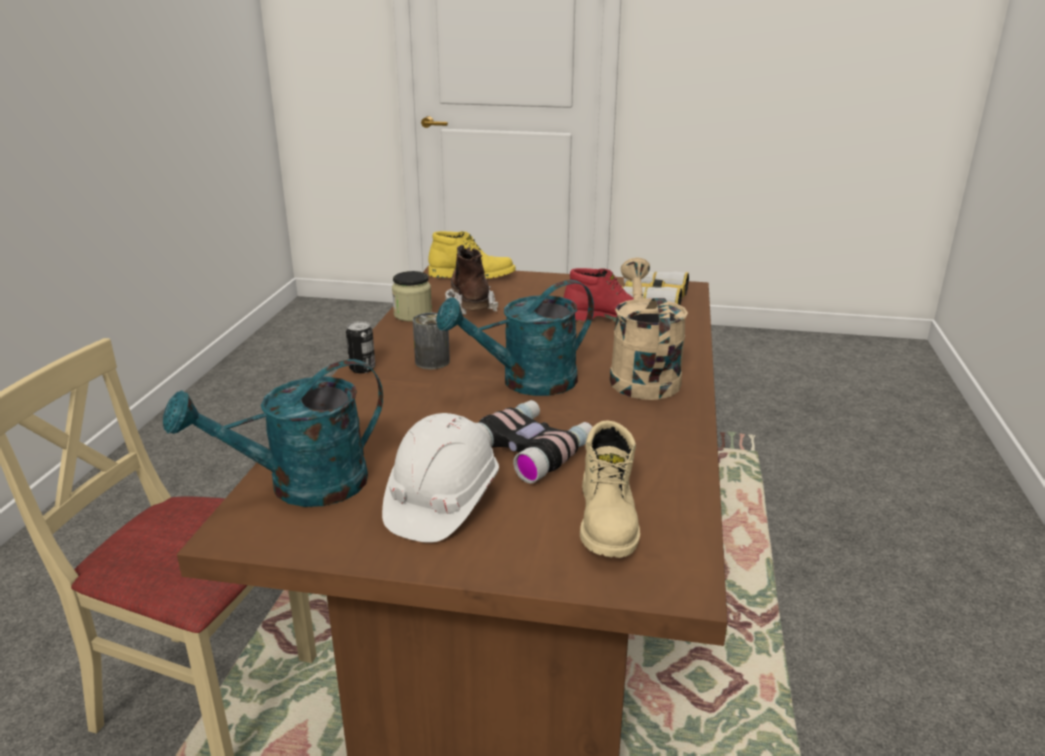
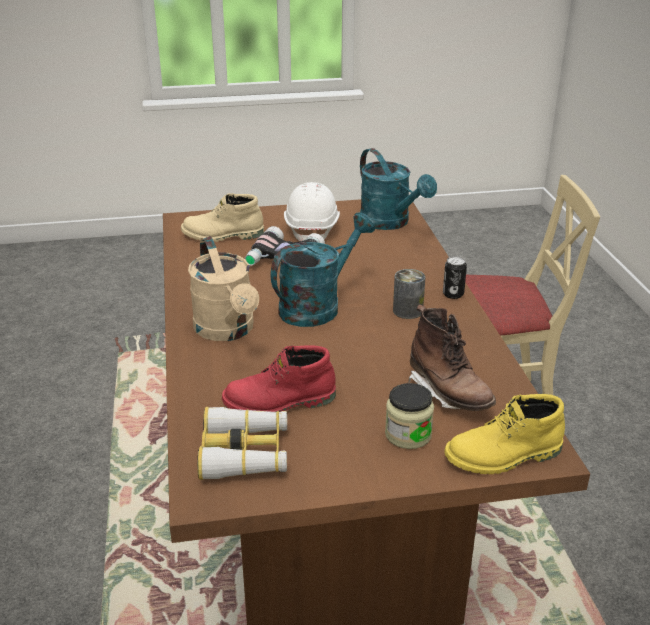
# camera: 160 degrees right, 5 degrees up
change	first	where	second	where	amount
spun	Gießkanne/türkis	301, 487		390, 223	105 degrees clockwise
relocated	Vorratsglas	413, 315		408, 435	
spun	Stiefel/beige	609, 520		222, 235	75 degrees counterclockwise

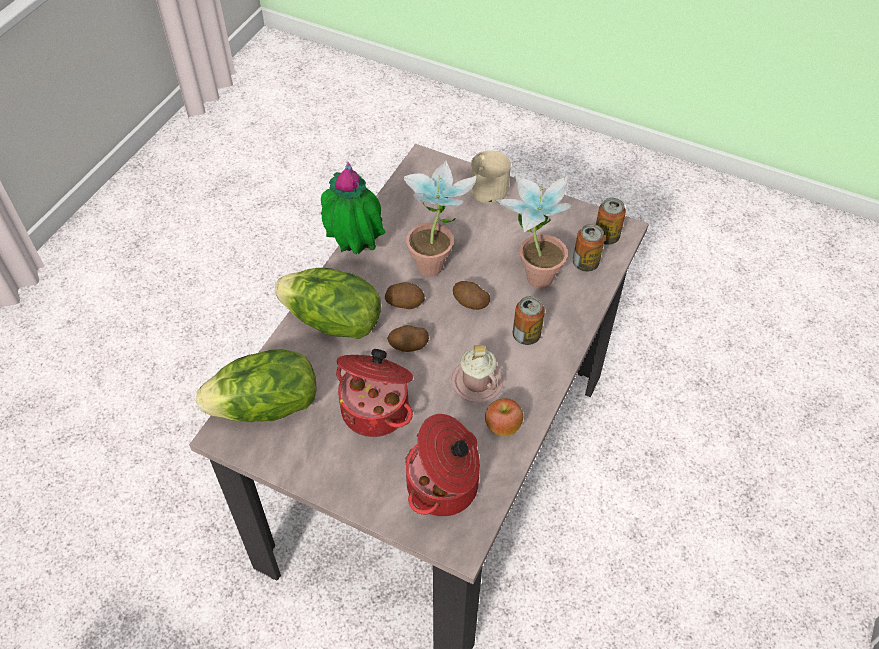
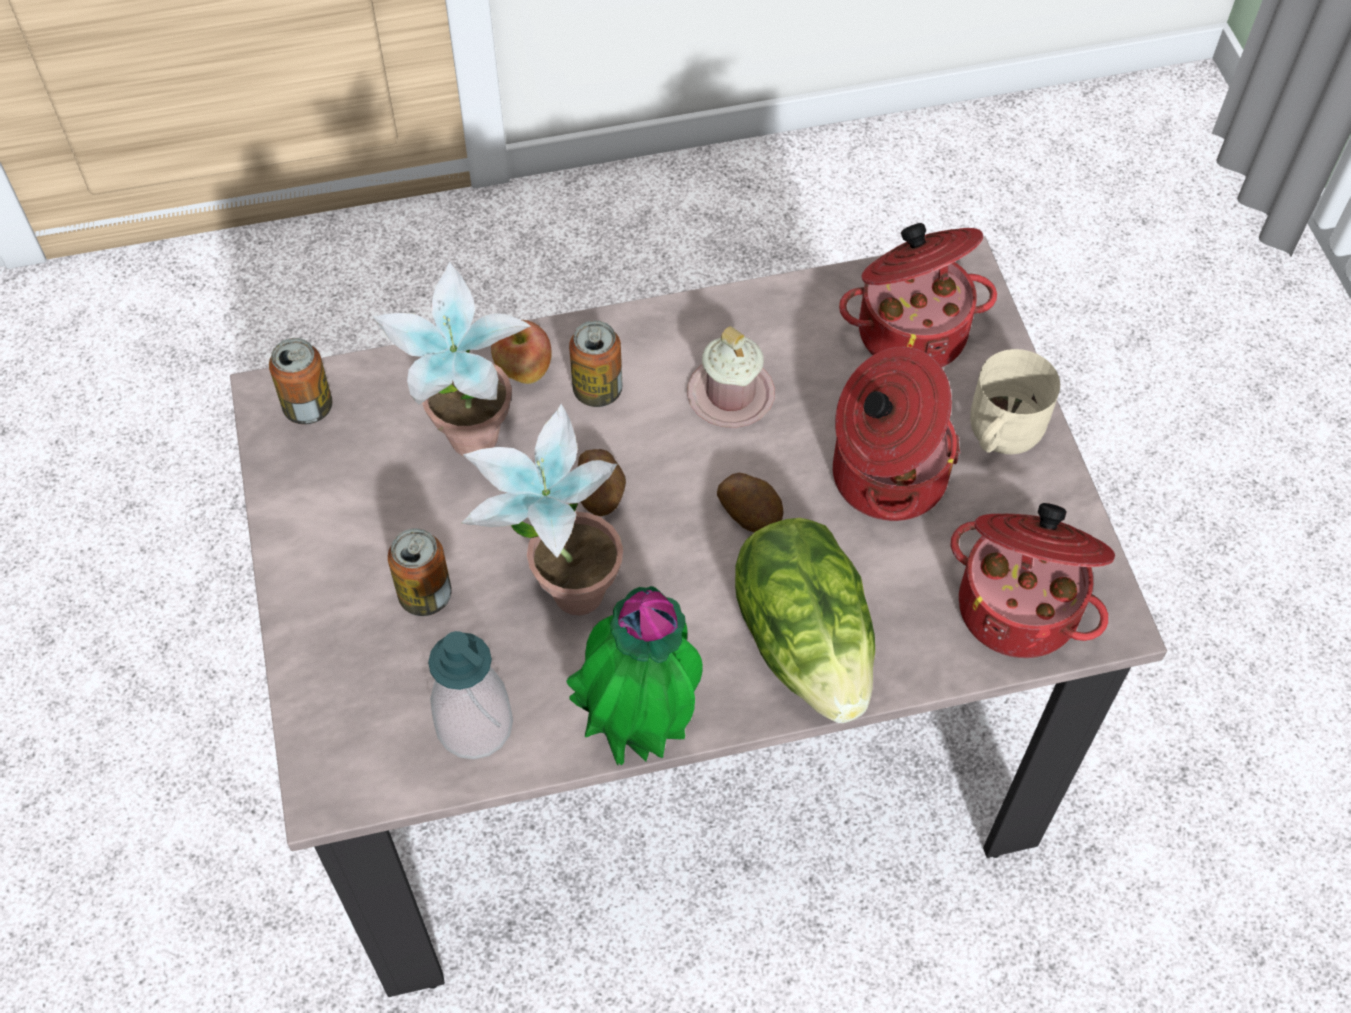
# camera: 130 degrees left, 5 degrees up
change	first	where	second	where	amount
exchanged	Salatkopf	266, 407	Kochtopf	1020, 605	
missing	Kartoffel	405, 302			
relocated	Henkelbecher/beige	487, 187		1000, 432	
relocated	Apfel	502, 427		523, 371	
relocated	Dose	585, 263		425, 595	
appeared			Seifenspender	474, 726	

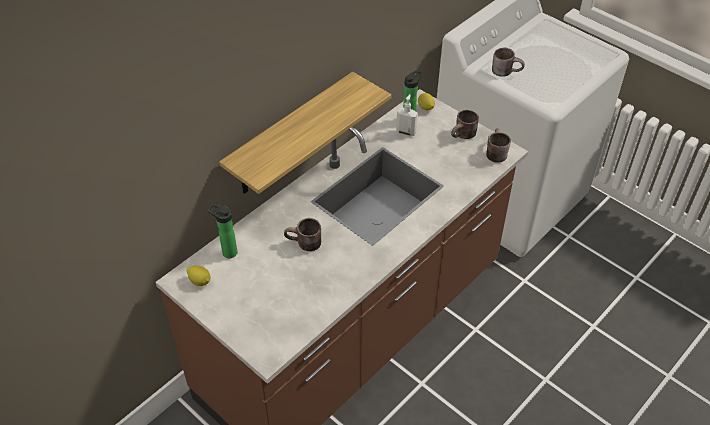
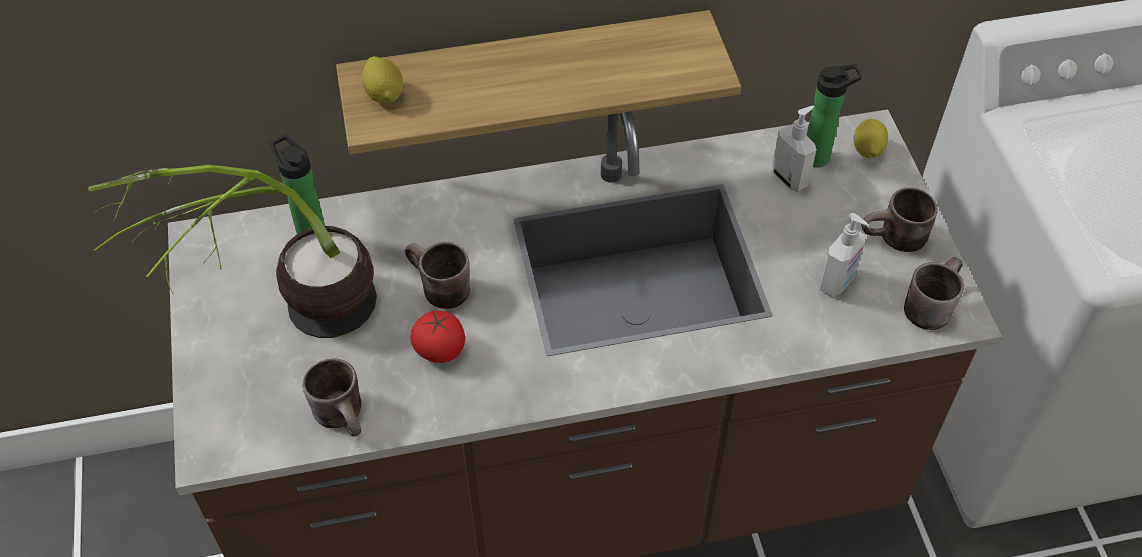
# camera: 35 degrees right, 5 degrees up
change	first	where	second	where	amount
relocated	Zitrone	200, 281		384, 94	
relocated	Henkelbecher/braun	506, 71		346, 415	
appeared			Topfpflanze	285, 331	
appeared			Tomate	440, 349	
appeared			Seifenspender	837, 283	

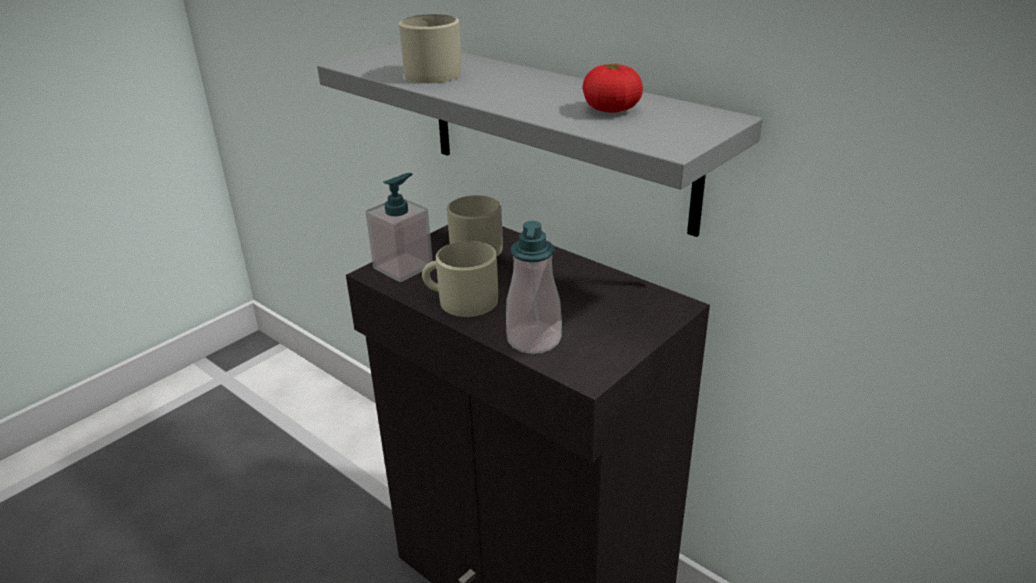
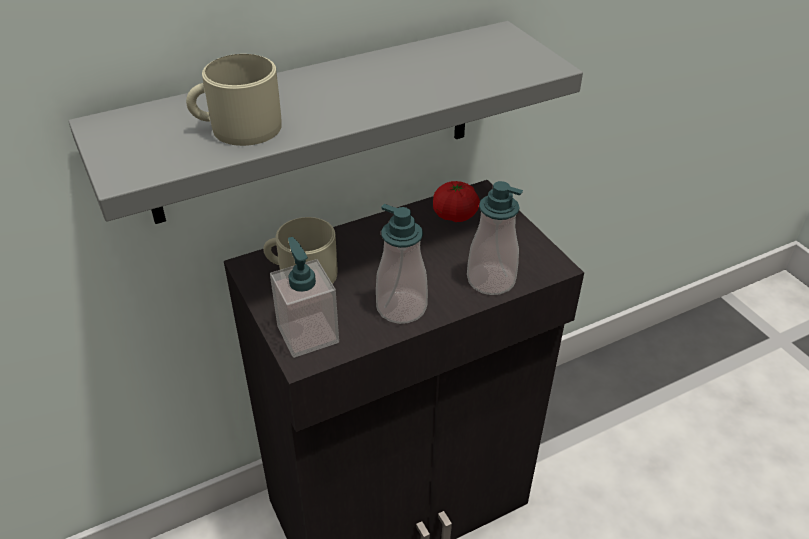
# camera: 70 degrees left, 10 degrees up
change	first	where	second	where	amount
exchanged	Henkelbecher/beige	461, 300	Seifenspender	401, 307	
relocated	Tomate	611, 109		455, 215	

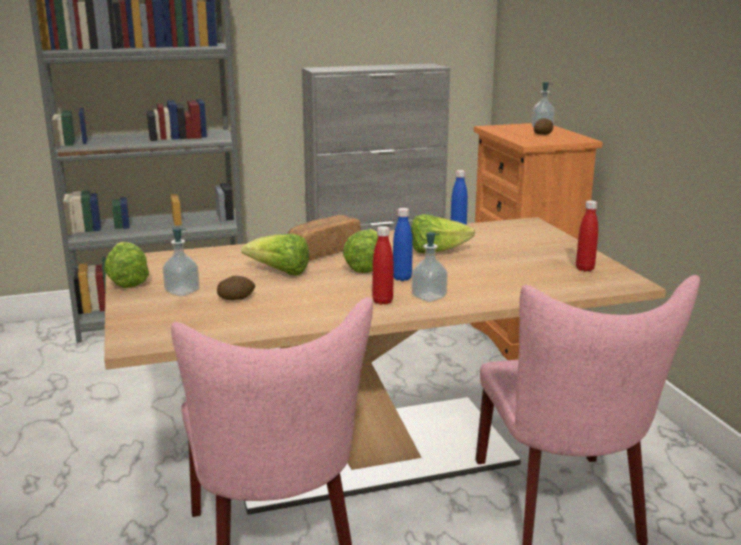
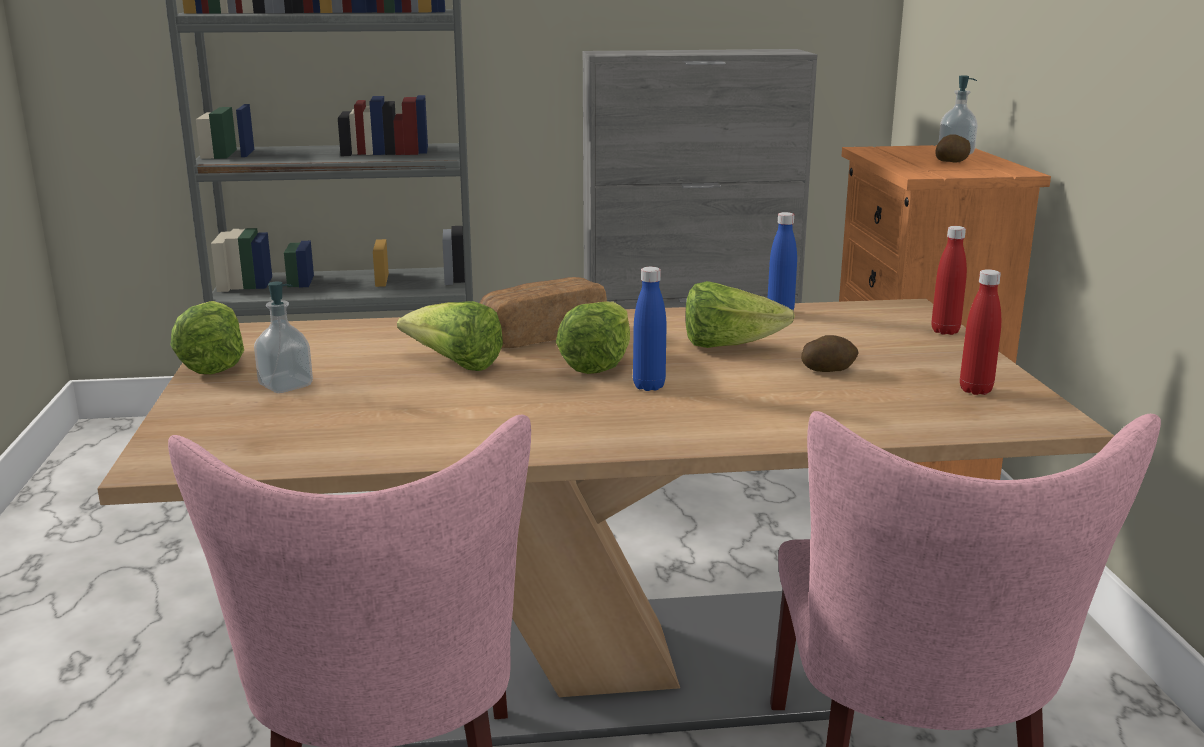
# camera: 10 degrees right, 0 degrees up
change	first	where	second	where	amount
relocated	Kartoffel	236, 298		828, 370	
relocated	Flasche/rot	382, 301		945, 331	
missing	Seifenspender	429, 297			

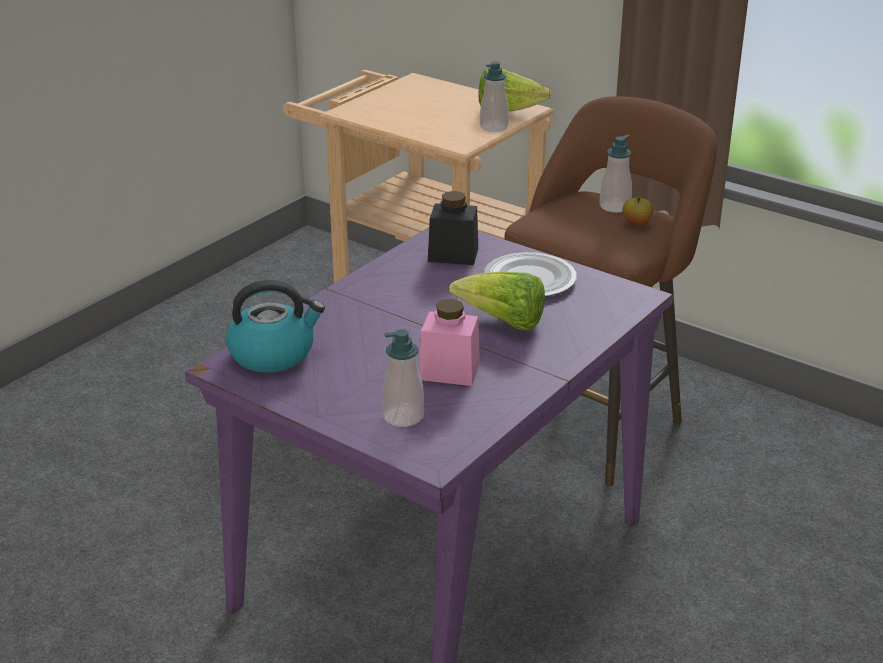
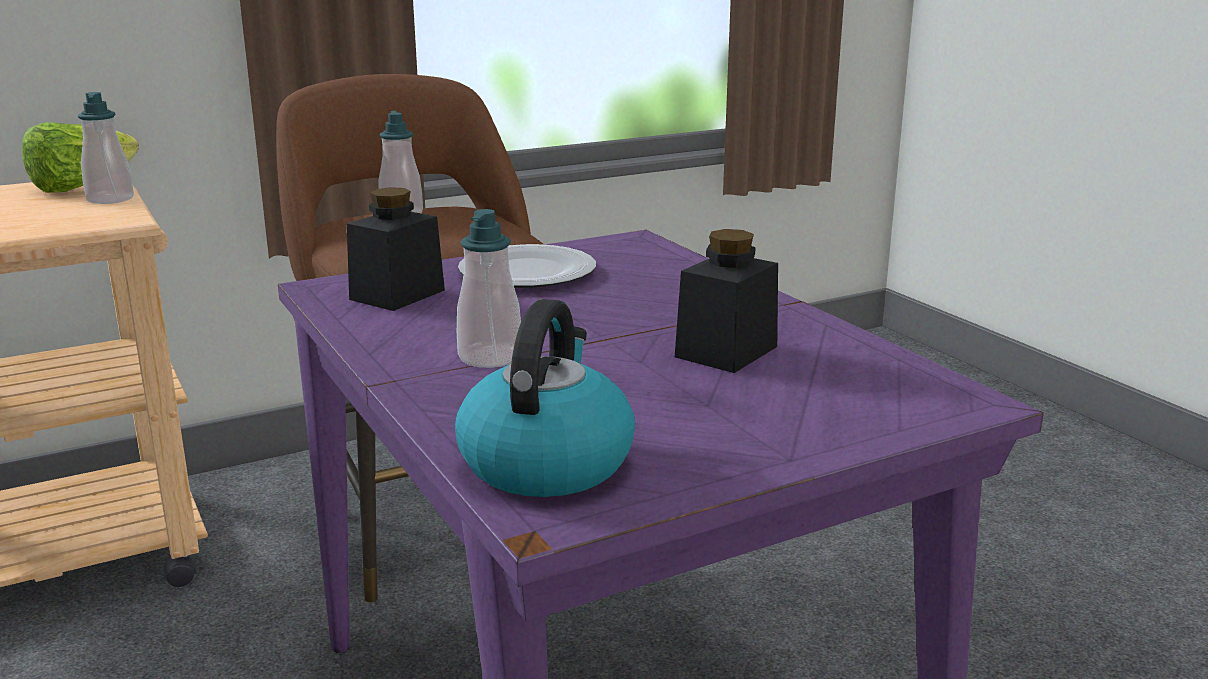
# camera: 65 degrees left, 10 degrees down
change	first	where	second	where	amount
relocated	Seifenspender	403, 416		490, 357	
colour	Vorratsglas/rosa	449, 371	Vorratsglas/schwarz	726, 352	
missing	Salatkopf	503, 322			
missing	Apfel	636, 223			

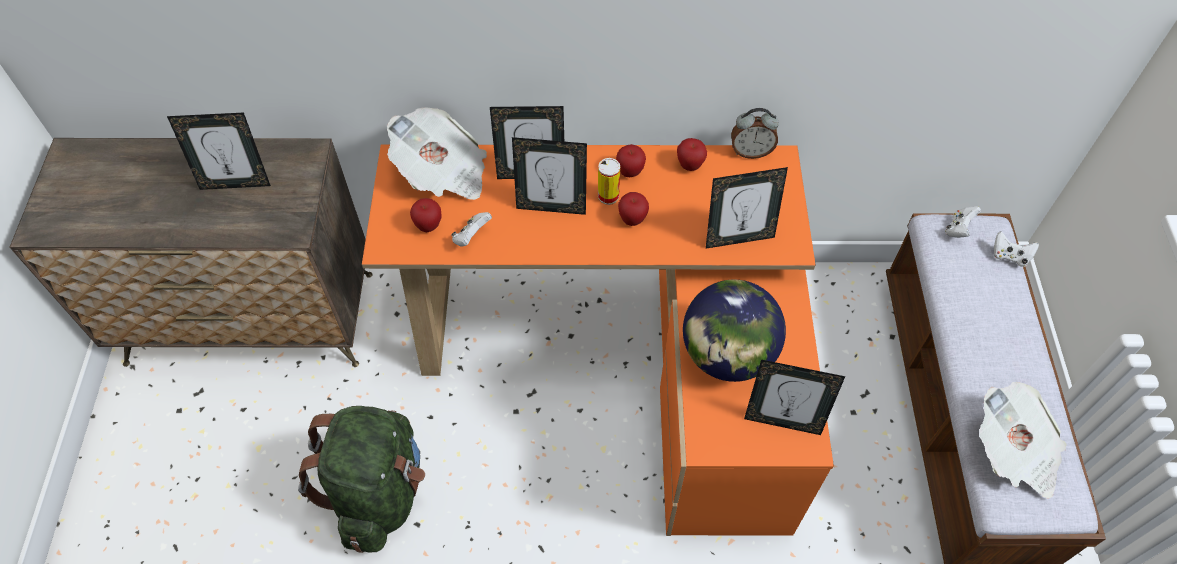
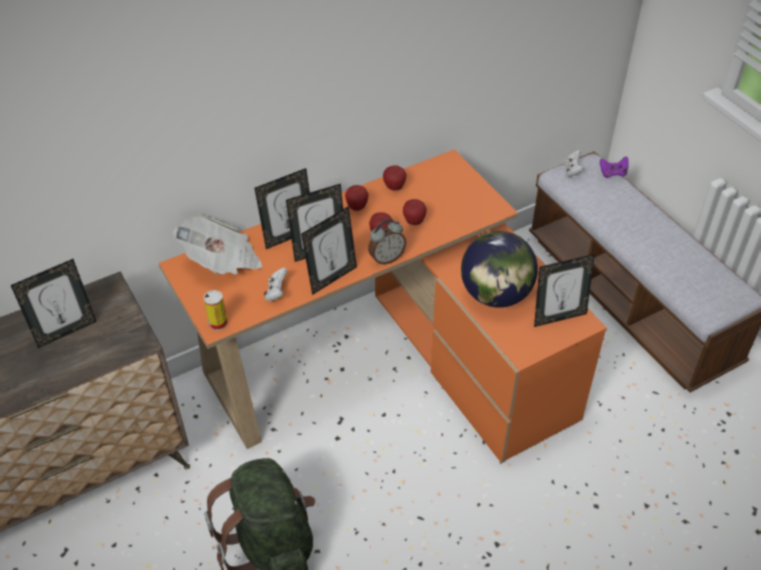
# camera: 30 degrees left, 10 degrees down
change	first	where	second	where	amount
relocated	Apfel	428, 226		414, 222	
relocated	Dose	608, 196		218, 323	
relocated	Bilderrahmen	738, 238		331, 278	
relocated	Wecker	751, 152		386, 258	
missing	Zeitung	1013, 452			
colour	Gamepad/weiß	1009, 256	Gamepad/lila	613, 173	

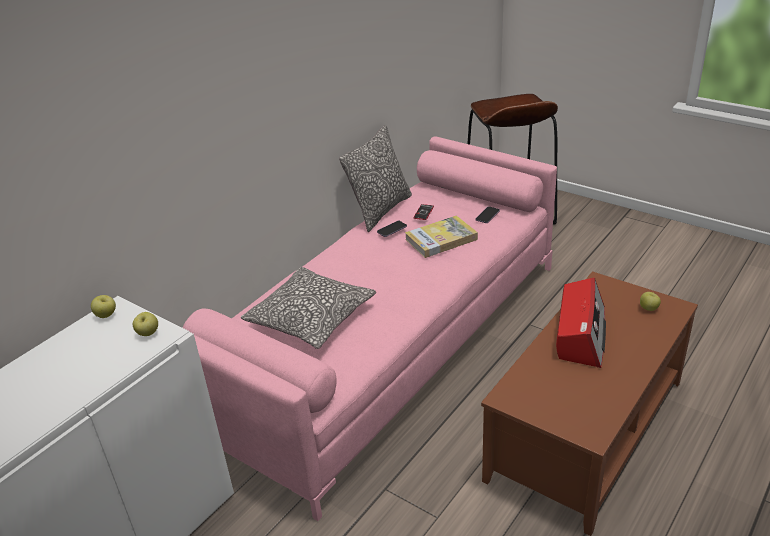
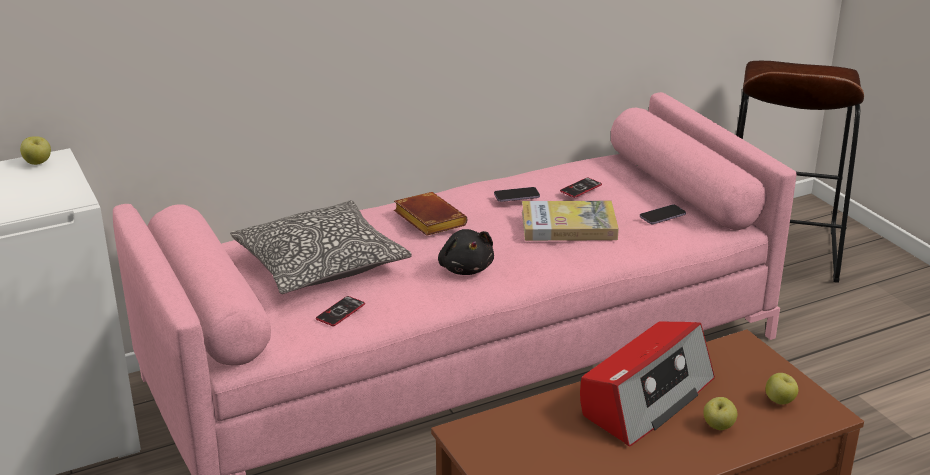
# camera: 25 degrees right, 5 degrees down
change	first	where	second	where	amount
relocated	Apfel	148, 333		718, 427	
missing	Kissen	380, 210			
appeared			Handy	340, 312	
appeared			Buch/braun	427, 219	
appeared			Plüschtier/schwarz	465, 268	

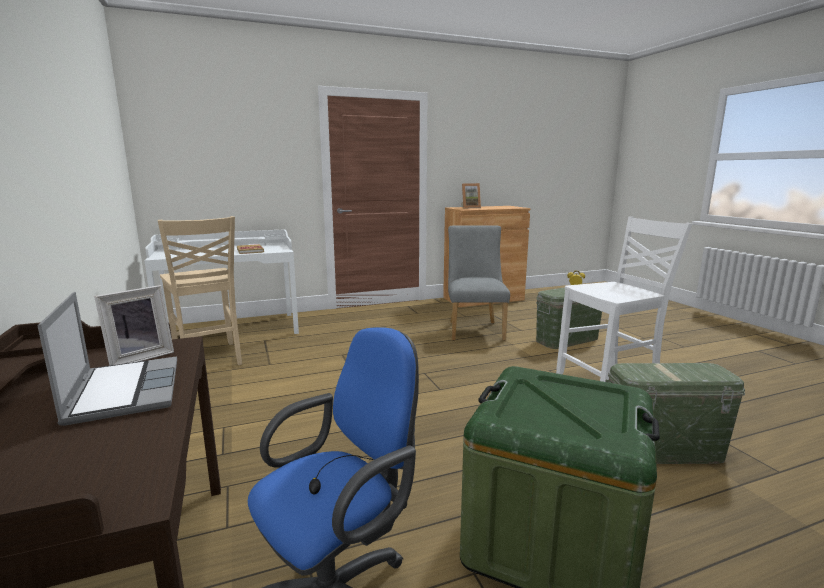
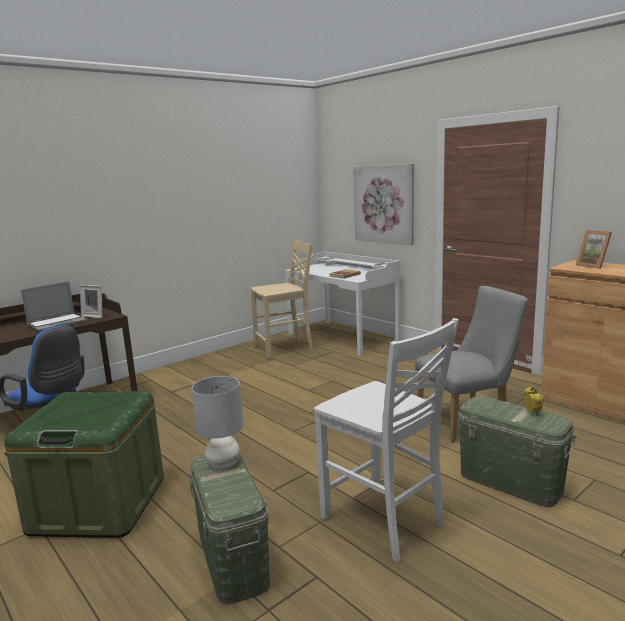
# camera: 70 degrees right, 0 degrees up
change	first	where	second	where	amount
spun	Stuhl/beige	208, 359		285, 349	150 degrees counterclockwise
appeared			Tischlampe/grau	223, 464	
appeared			Bild	383, 204	

